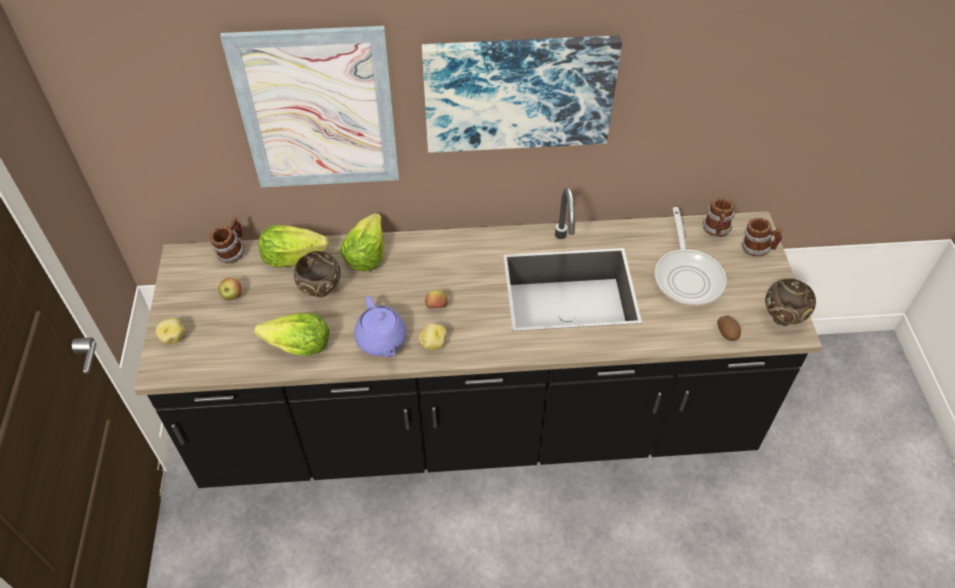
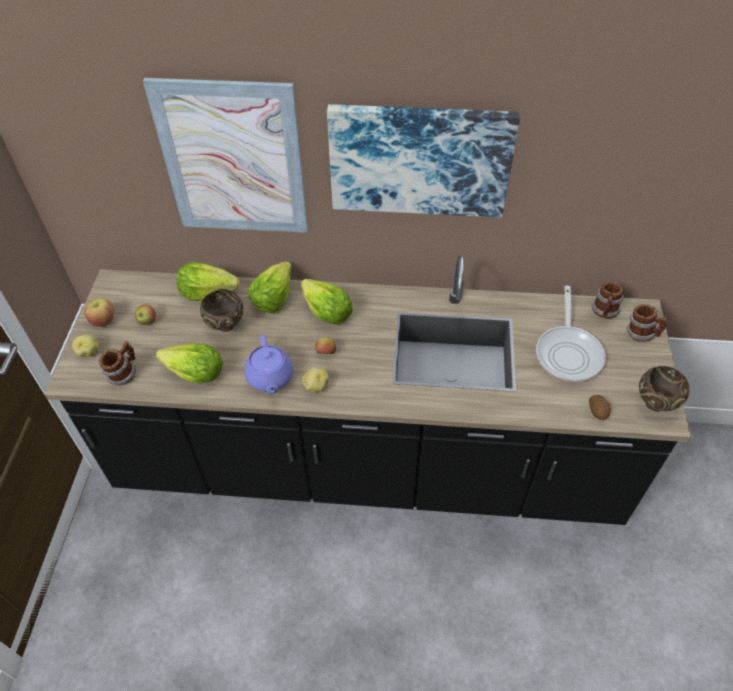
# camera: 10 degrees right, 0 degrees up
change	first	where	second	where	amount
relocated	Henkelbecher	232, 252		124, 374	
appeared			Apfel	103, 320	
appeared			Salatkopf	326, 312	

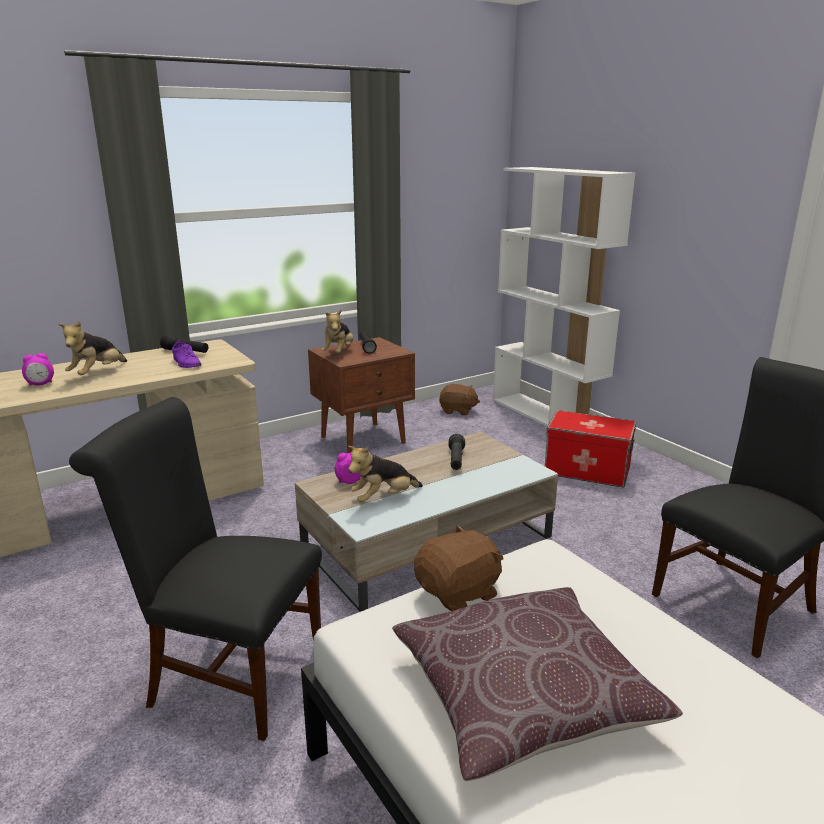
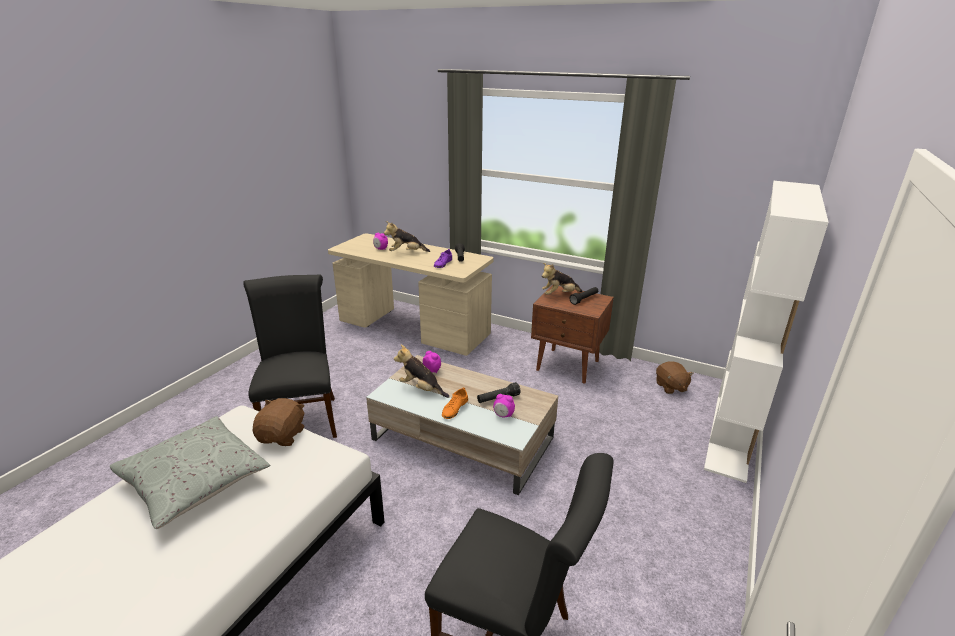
# camera: 60 degrees right, 5 degrees up
change	first	where	second	where	amount
colour	Kissen/braun	524, 697	Kissen/grau	195, 481	
spun	Plüschtier/braun	459, 593		282, 436	105 degrees counterclockwise
missing	Aufbewahrungsbox	587, 470			
appeared			Schuh/orange	454, 408	
appeared			Wecker	503, 415	

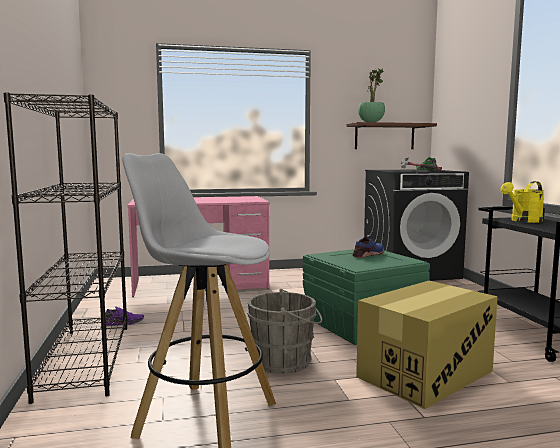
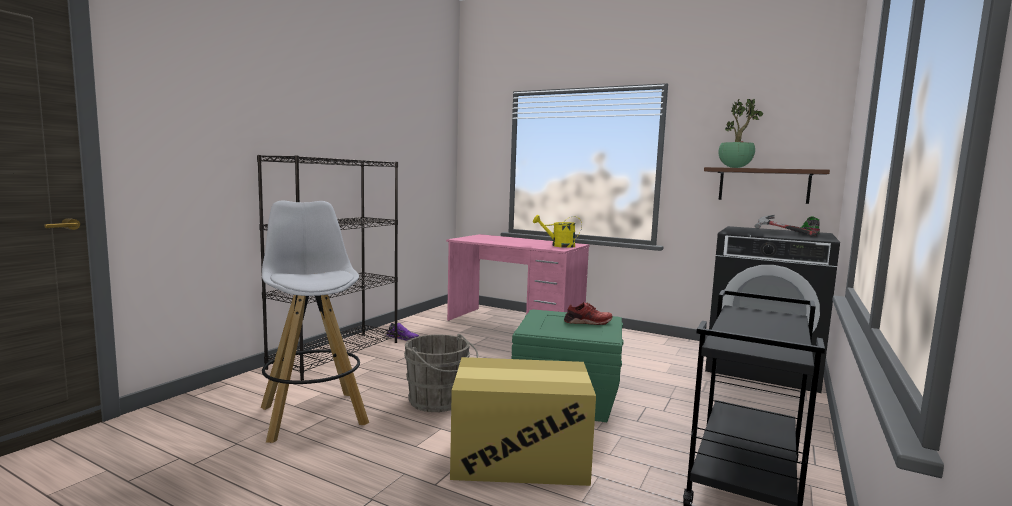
# camera: 40 degrees right, 0 degrees up
change	first	where	second	where	amount
colour	Schuh/blau	369, 254	Schuh/rot	588, 322	
relocated	Gießkanne/gelb	523, 221		558, 245	

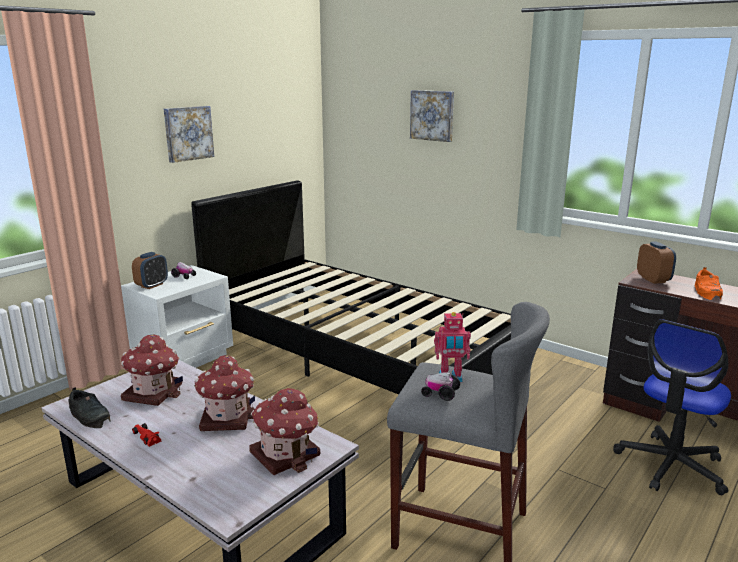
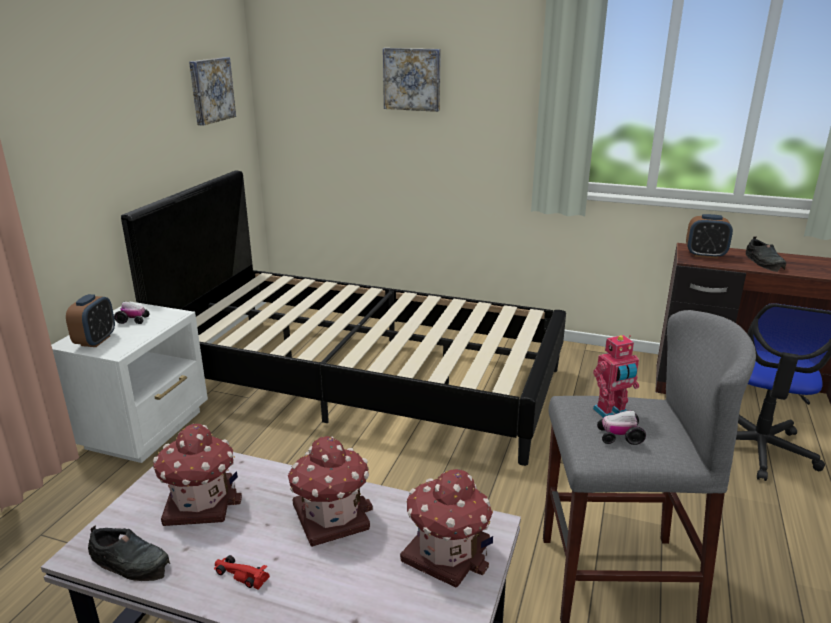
# camera: 20 degrees left, 5 degrees up
change	first	where	second	where	amount
relocated	Bild	188, 133		210, 90	
spun	Wecker	653, 279		705, 255	135 degrees clockwise
colour	Schuh/orange	707, 291	Schuh/schwarz	764, 262	

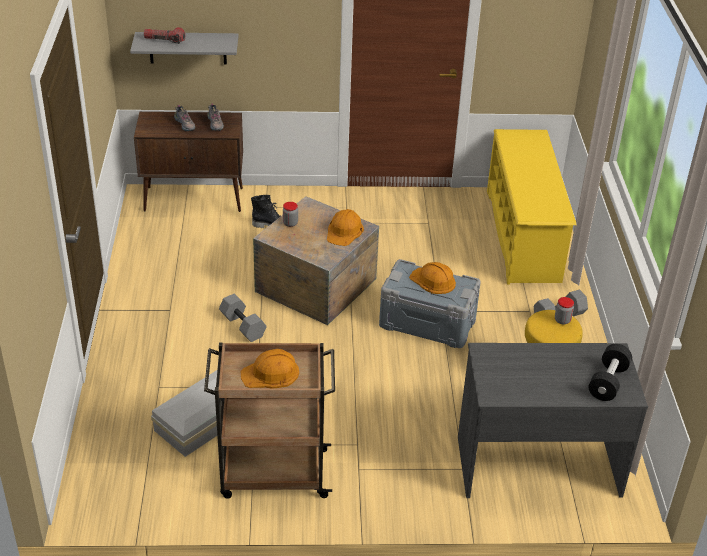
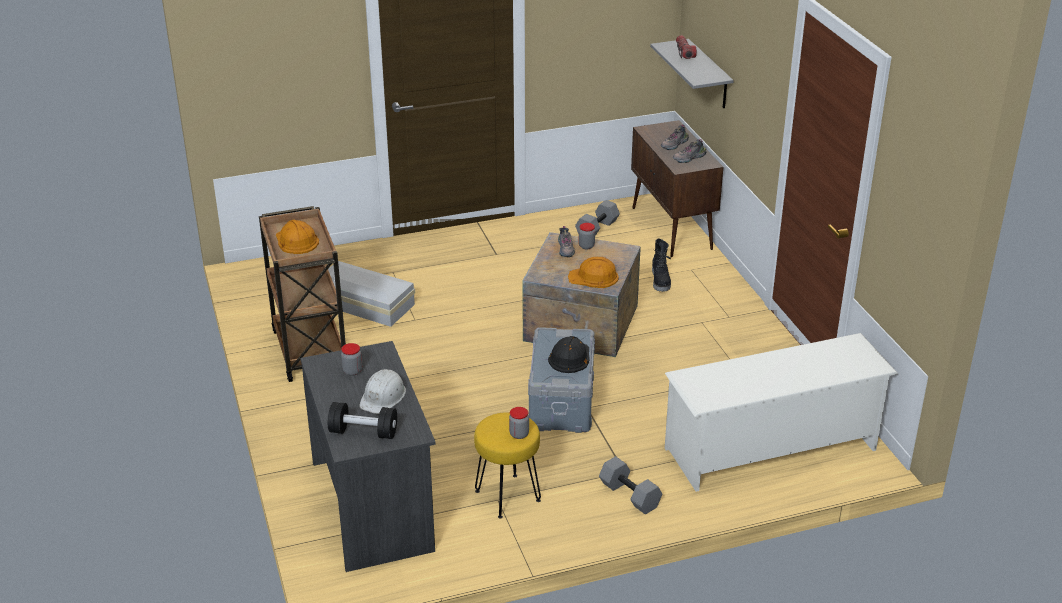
# camera: 75 degrees right, 5 degrees down
change	first	where	second	where	amount
relocated	Hantel/grau	241, 326		597, 228	
colour	Schutzhelm/orange	433, 281	Schutzhelm/schwarz	570, 357	
colour	Schuhregal/gelb	523, 235	Schuhregal/weiß	771, 449	
appeared			Vorratsglas	352, 371	
appeared			Schutzhelm/weiß	383, 396	
appeared			Schuh	566, 249	

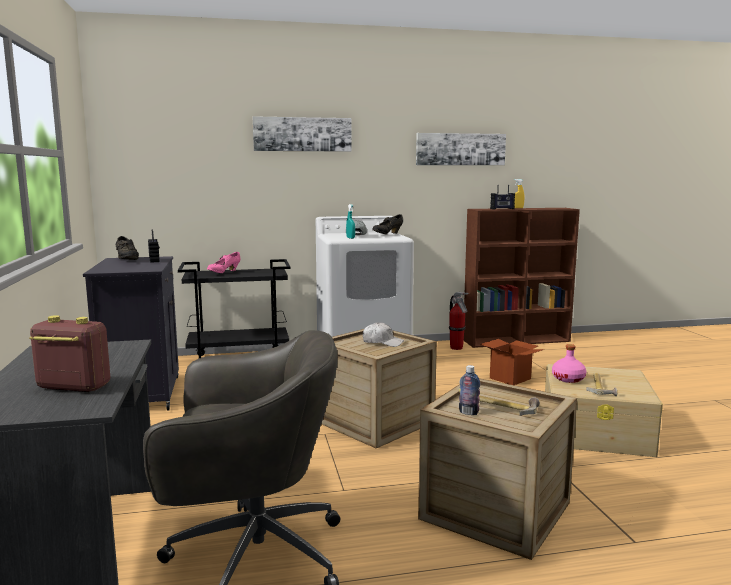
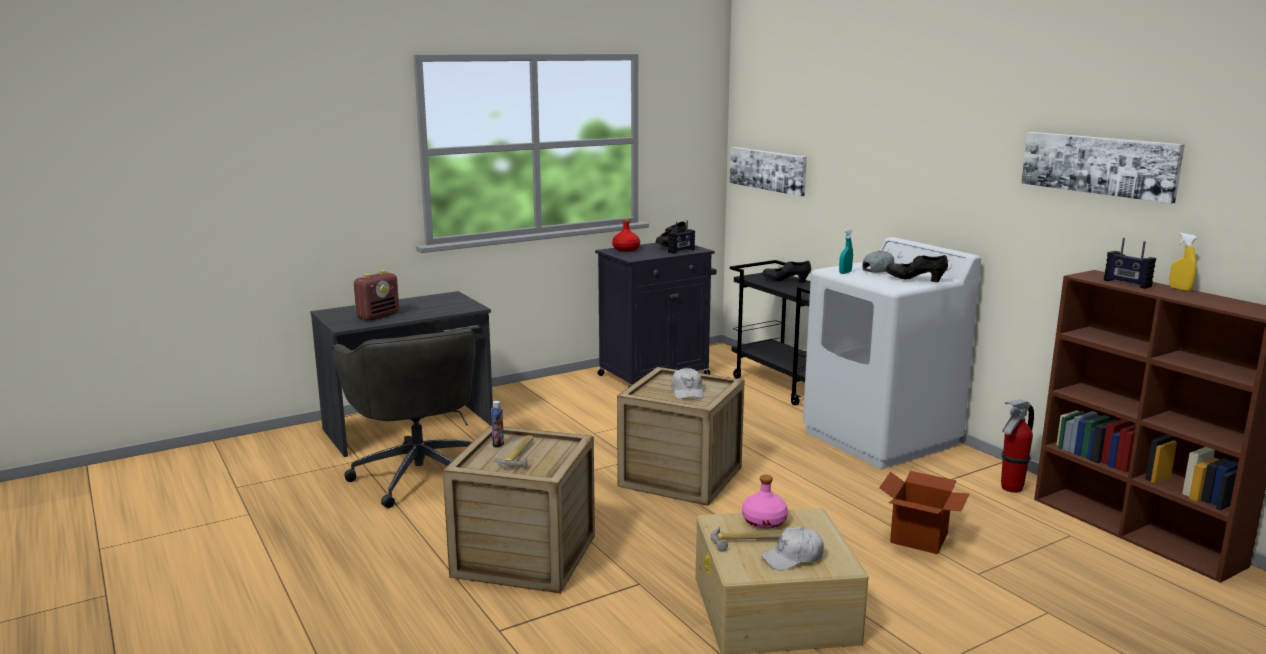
# camera: 70 degrees right, 5 degrees up
change	first	where	second	where	amount
spun	Radio	73, 387		378, 316	45 degrees clockwise
colour	Schuh/rosa	224, 272	Schuh/schwarz	786, 281	
relocated	Bild	302, 134		768, 170	
appeared			Flasche/rot	626, 249	
appeared			Kappe/weiß	792, 558	

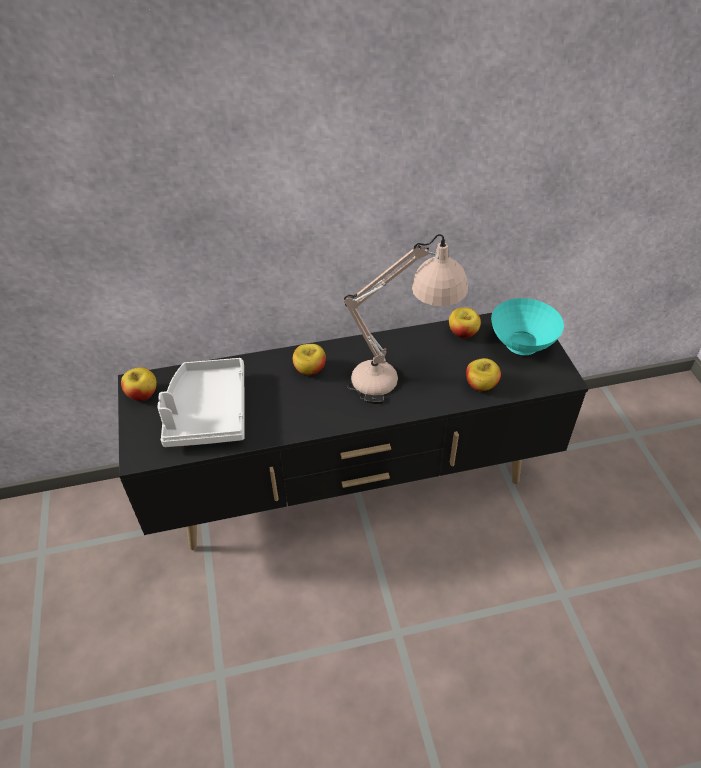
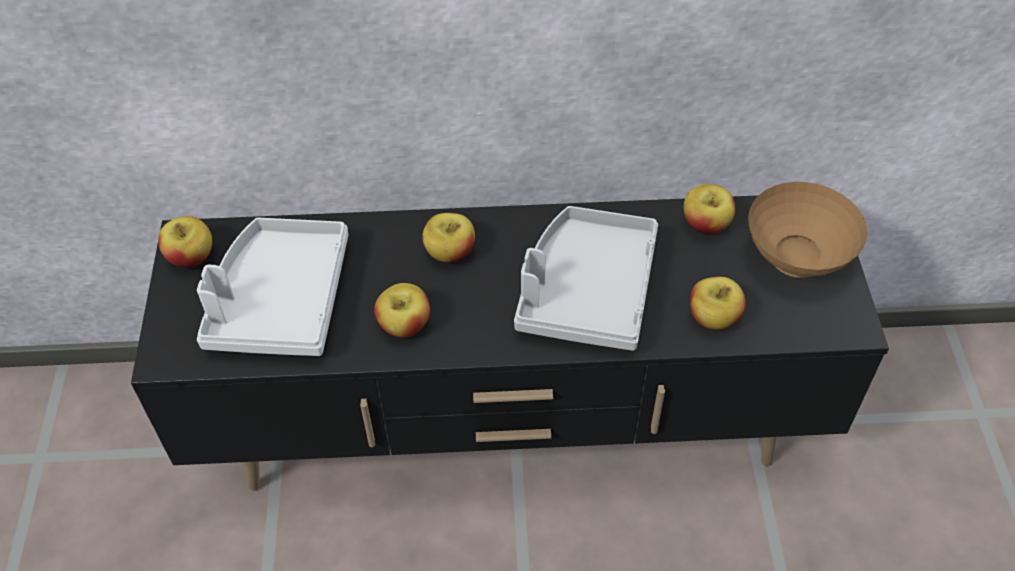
# camera: 10 degrees right, 5 degrees up
change	first	where	second	where	amount
exchanged	Tischlampe/beige	400, 380	Tablett/grau	586, 291	
colour	Schüssel/türkis	522, 345	Schüssel/braun	797, 259	
appeared			Apfel	404, 325	

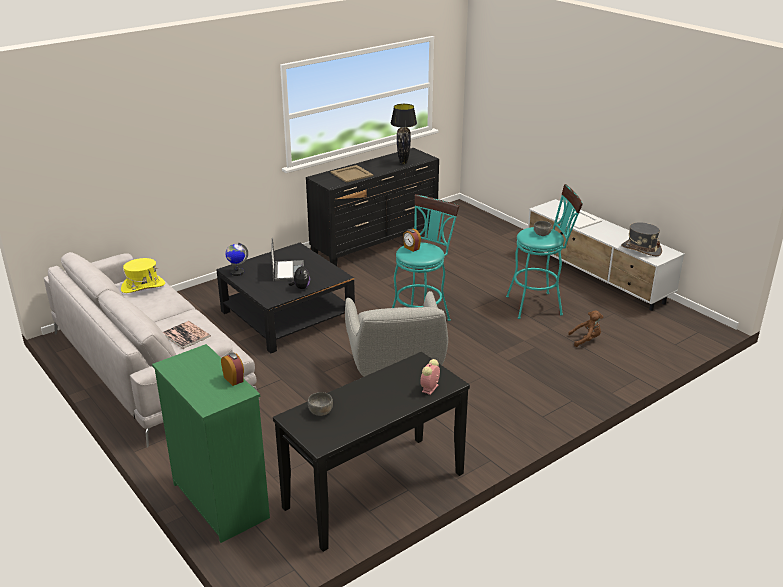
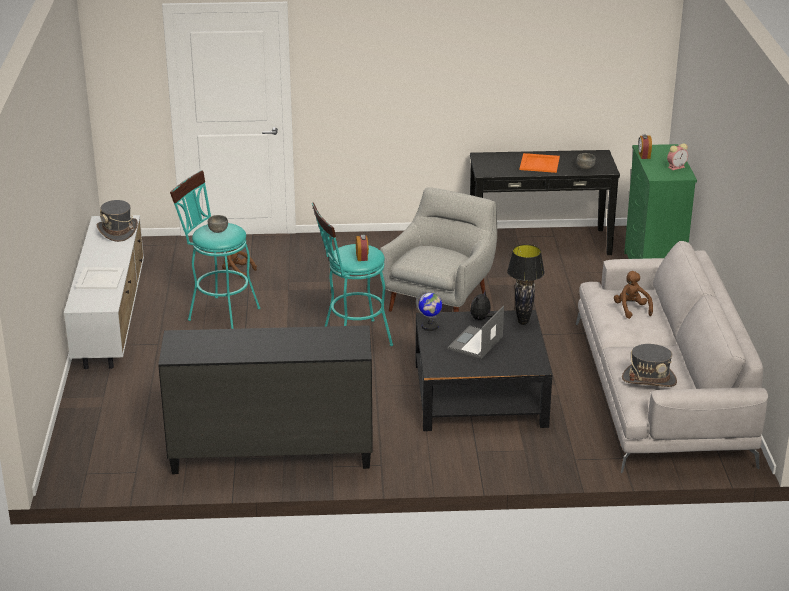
# camera: 145 degrees left, 0 degrees up
change	first	where	second	where	amount
colour	Hut/gelb	143, 286	Hut/grau	649, 379	
exchanged	Buch	186, 335	Plüschtier/braun	631, 309	
relocated	Globus	237, 272		430, 326	
missing	Tablett/beige	351, 174			
relocated	Tischlampe/schwarz	403, 163		523, 322	
relocated	Wecker	430, 389		676, 167	
appeared			Tablett/orange	539, 163	

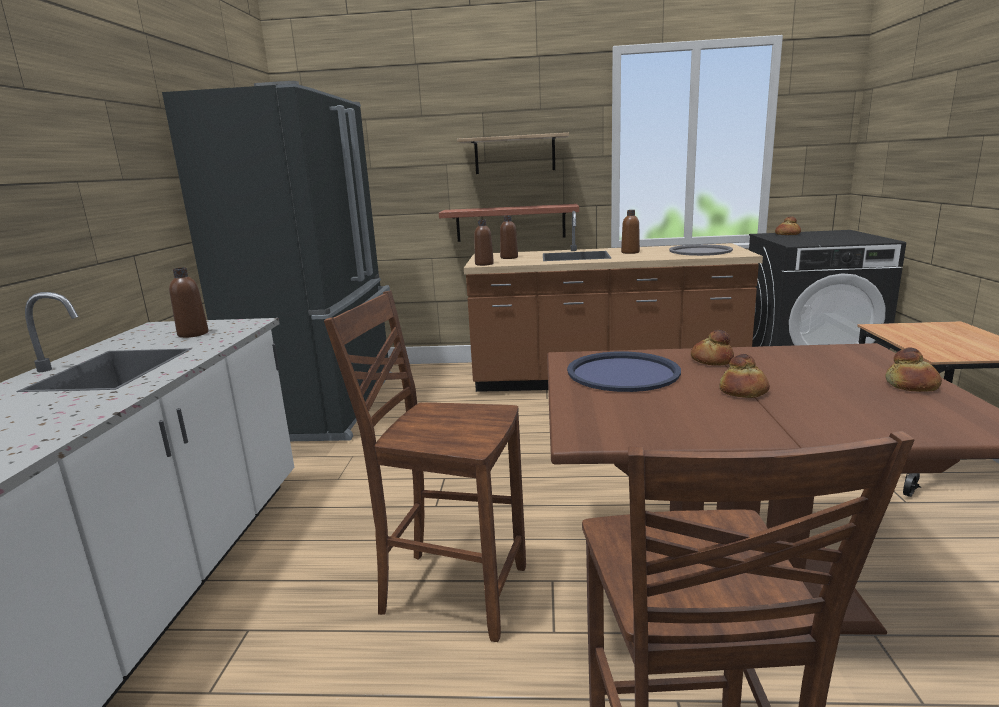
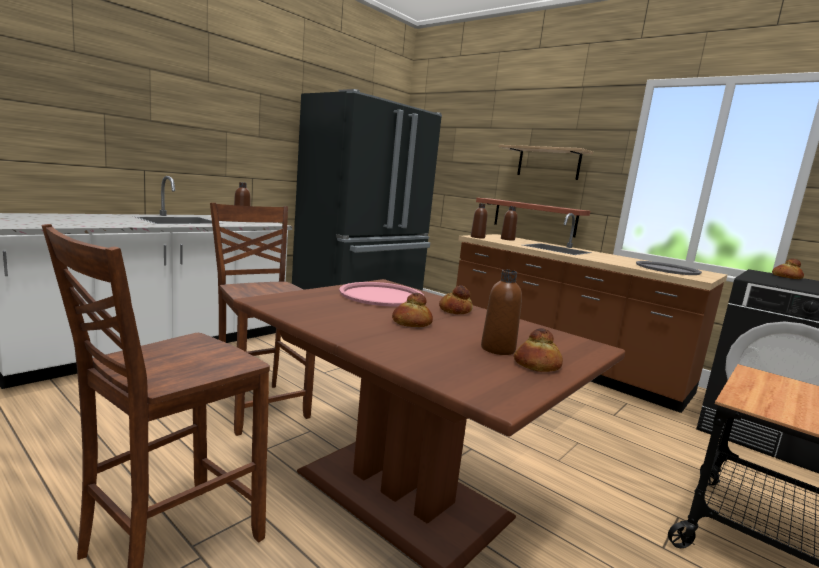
# camera: 35 degrees right, 5 degrees down
change	first	where	second	where	amount
colour	Tablett/blau	623, 373	Tablett/rosa	381, 295	
relocated	Flasche/braun	630, 252		497, 349	

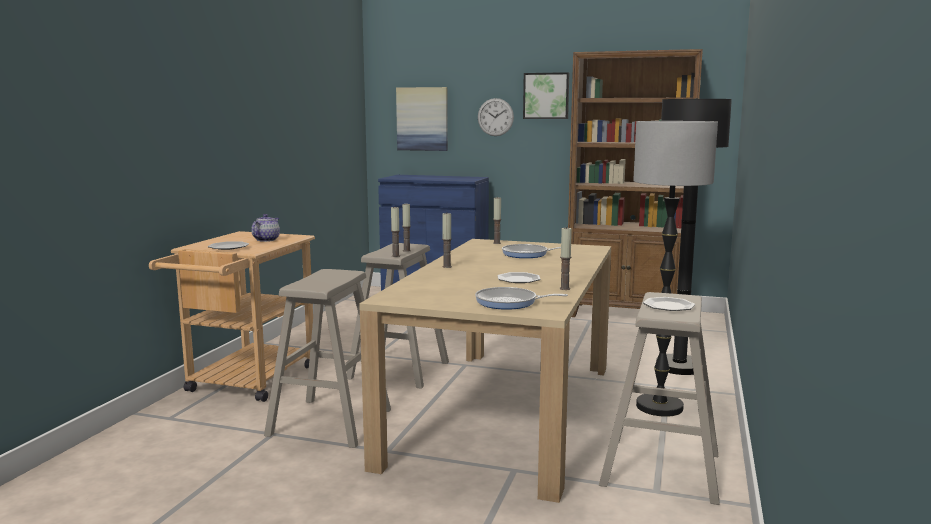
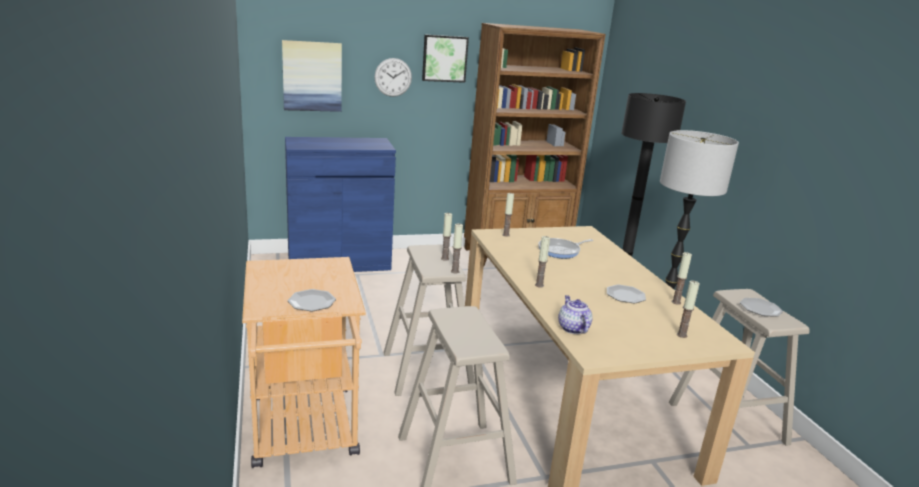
# camera: 35 degrees left, 10 degrees up
change	first	where	second	where	amount
relocated	Teekanne	266, 240		572, 328	
exchanged	Pfanne	509, 303	Kerze	681, 335	

